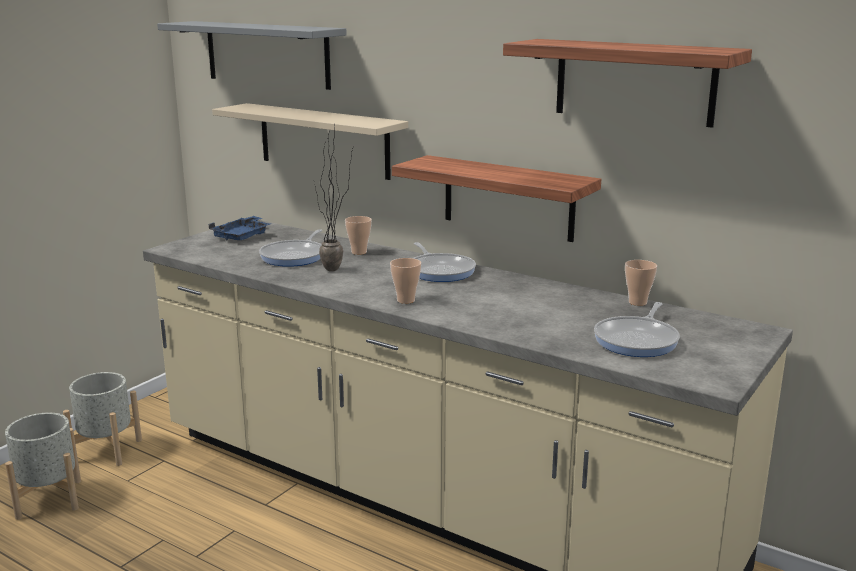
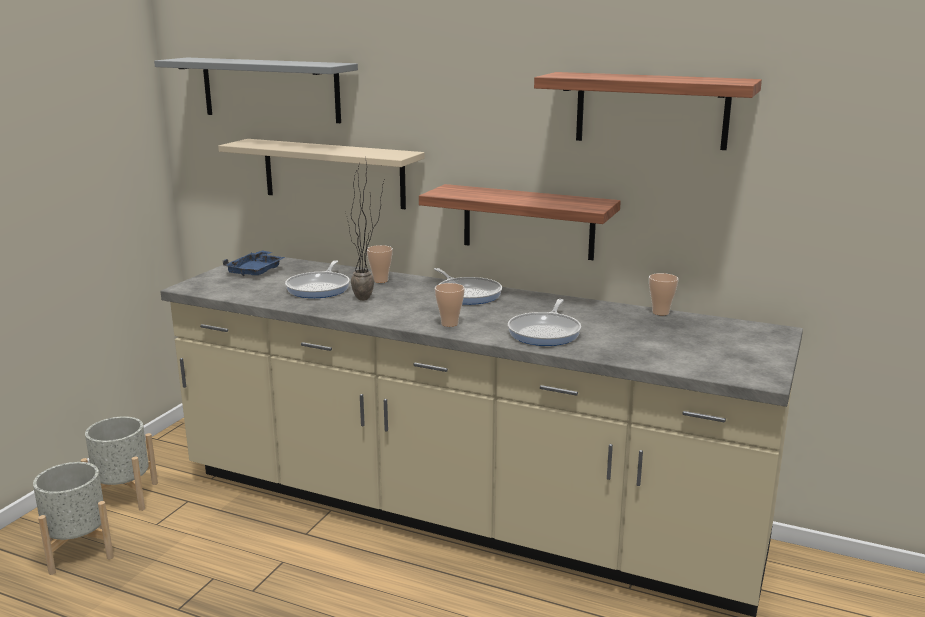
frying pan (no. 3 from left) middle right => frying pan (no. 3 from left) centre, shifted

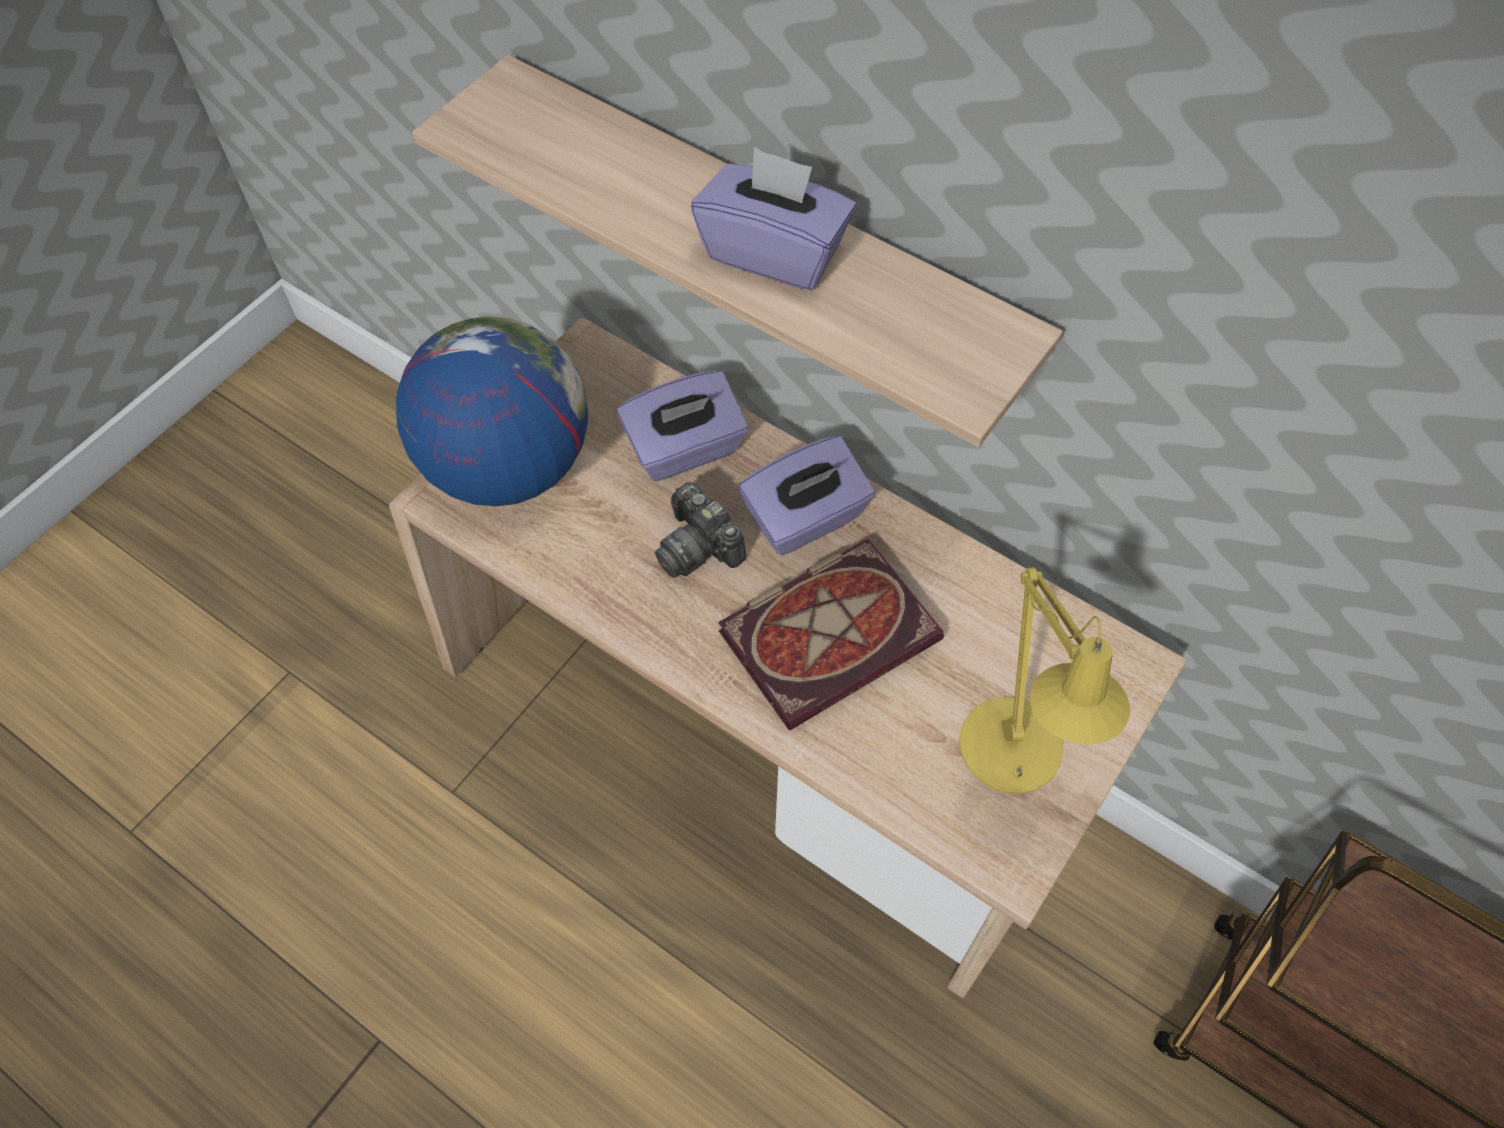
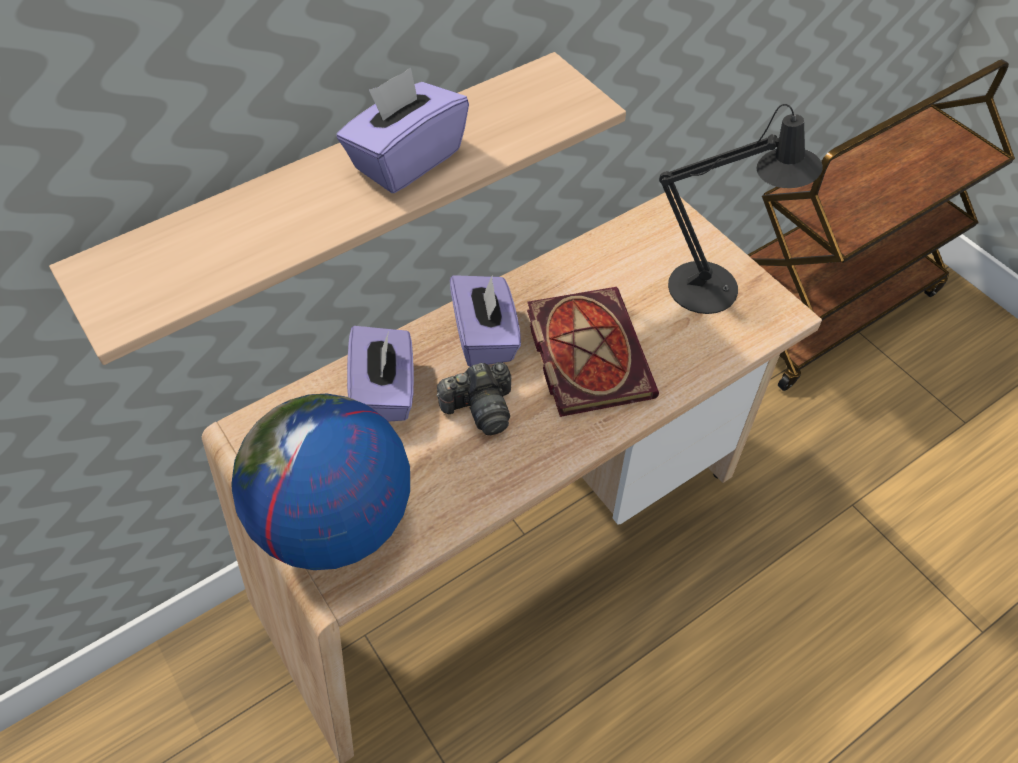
table lamp in yellow-coloured middle right => table lamp in black top right

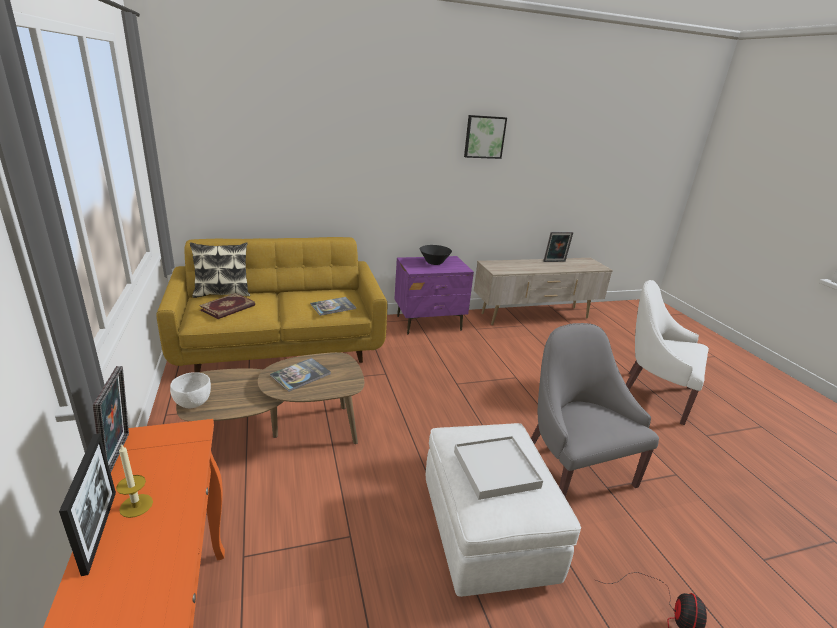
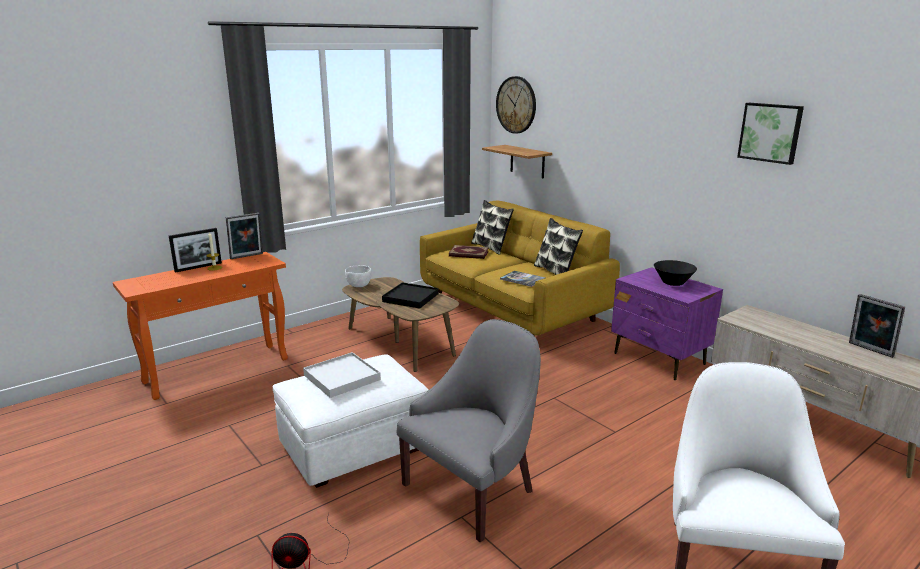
bound book (no. 2 from left) centre => serving tray in black centre
nothing => shelf top centre
nothing => clock on the wall top centre
nothing => pillow (no. 2 from left) centre

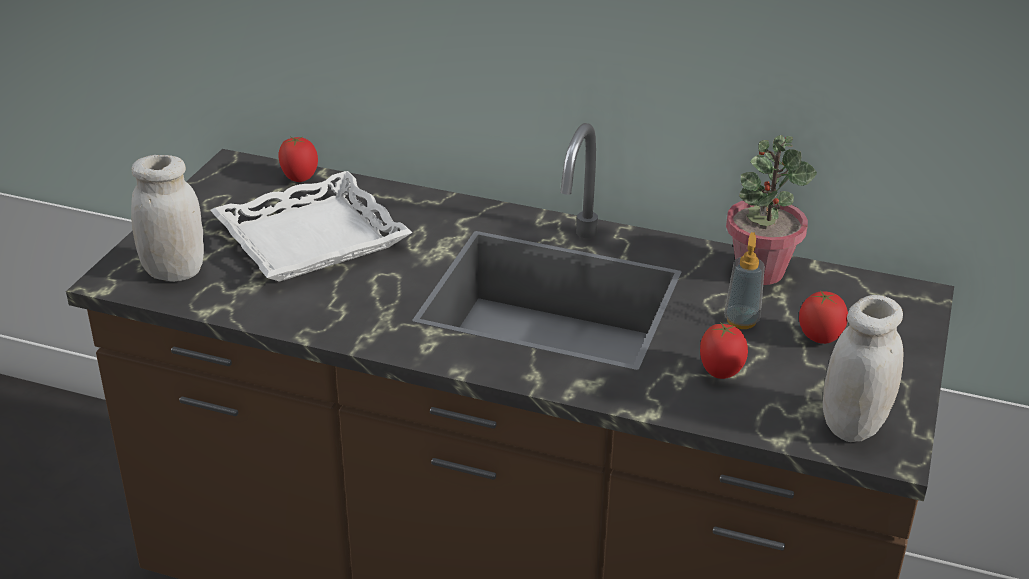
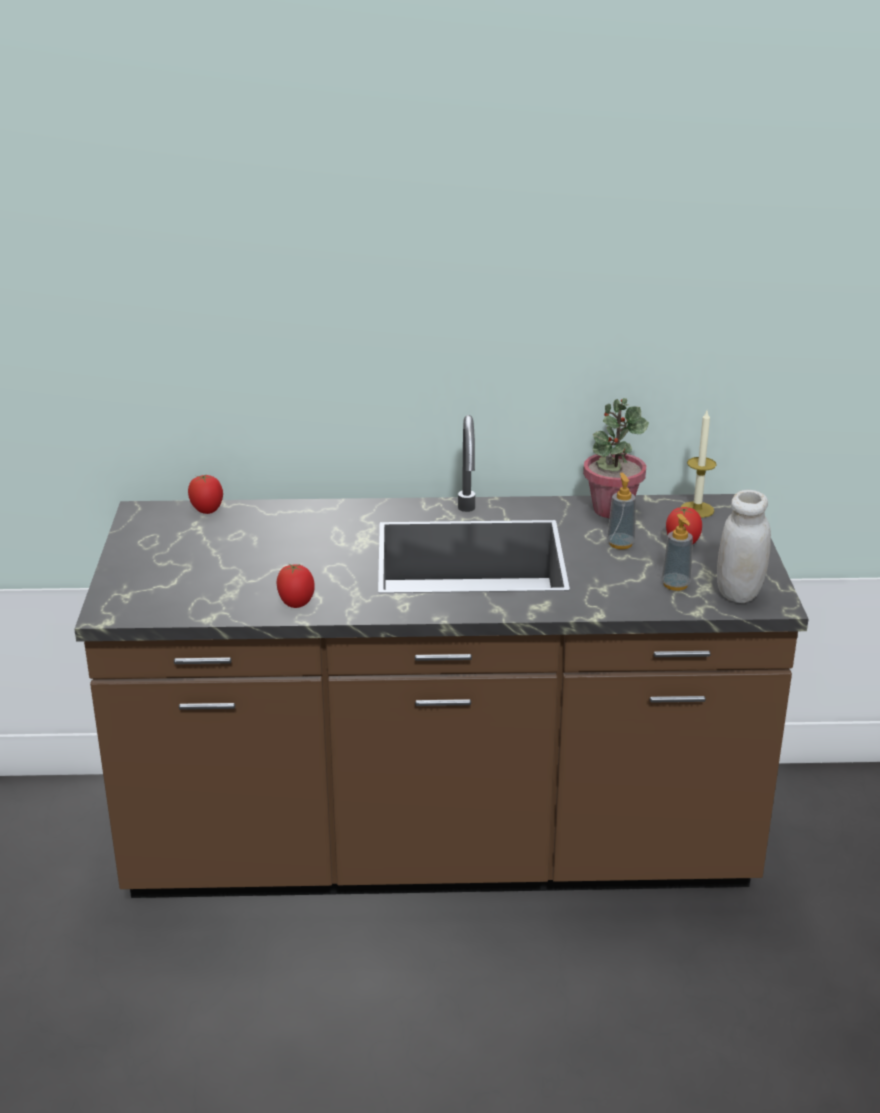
whole tomato (no. 2 from left) middle right => whole tomato (no. 2 from left) centre, shifted
nothing => liquid soap bottle (no. 2 from left) middle right
nothing => candle middle right
storage jar in white (no. 1 from left) middle left => nothing
serving tray in white middle left => nothing

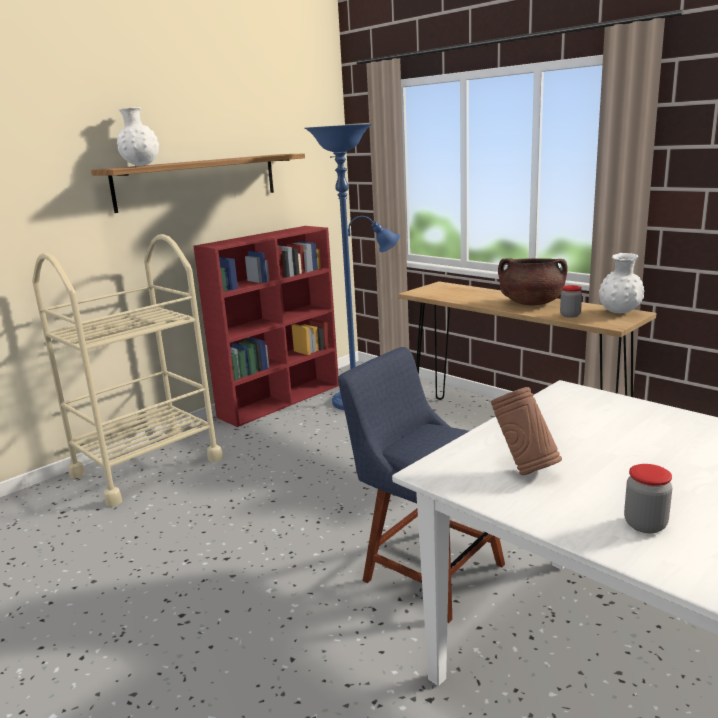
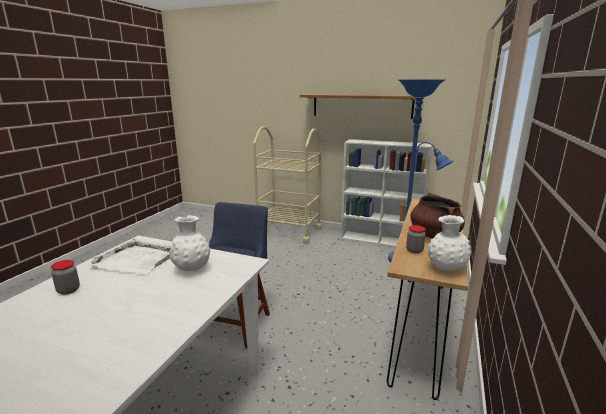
decorative vase in brownish middle right => serving tray in white middle left
decorative vase in white (no. 1 from left) top left => decorative vase in white (no. 1 from left) middle left, shifted
bookcase in reddish centre => bookcase in white centre

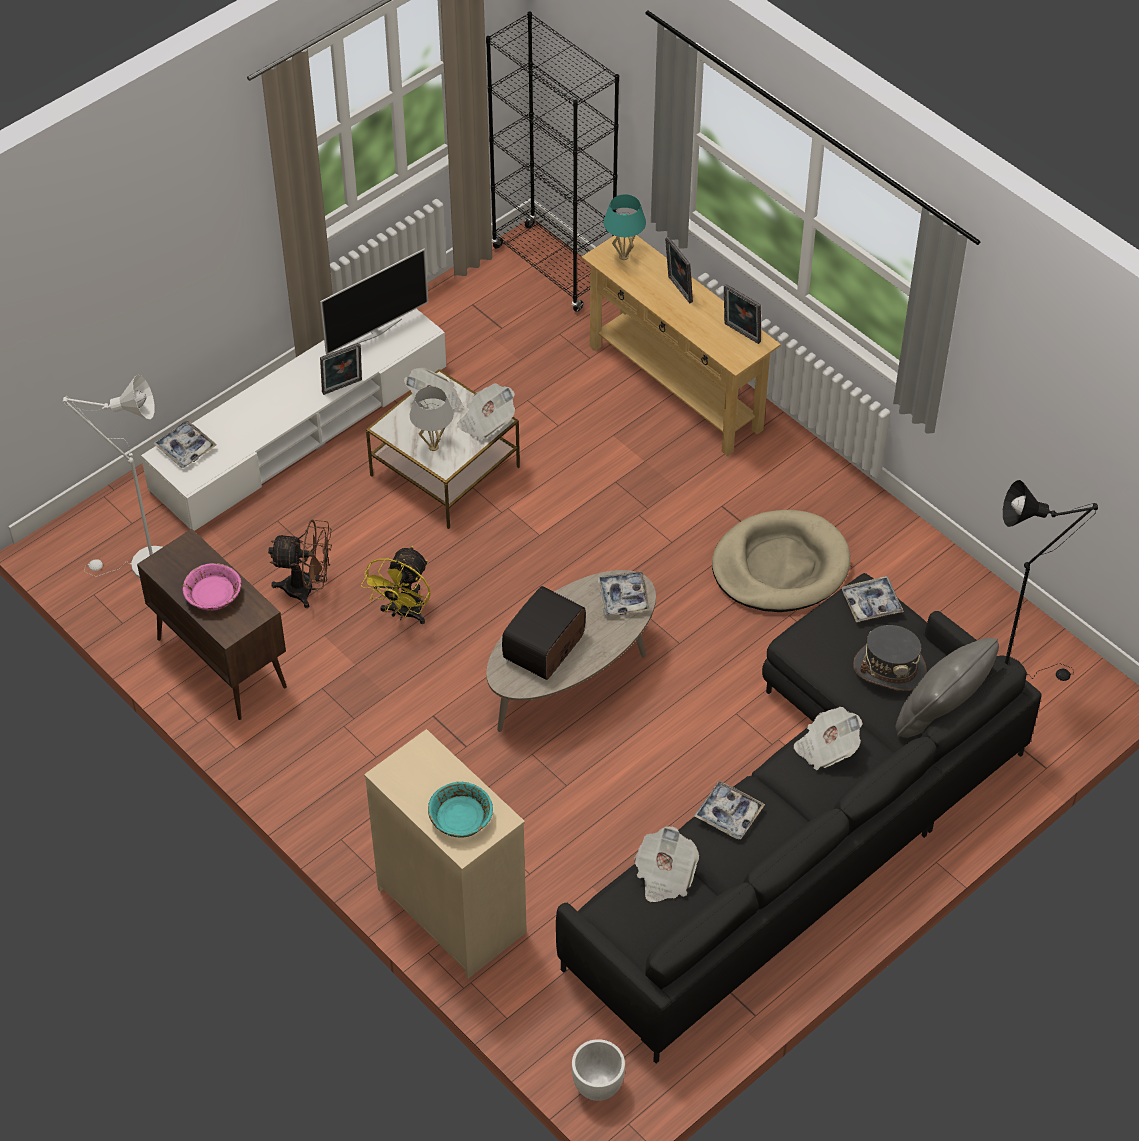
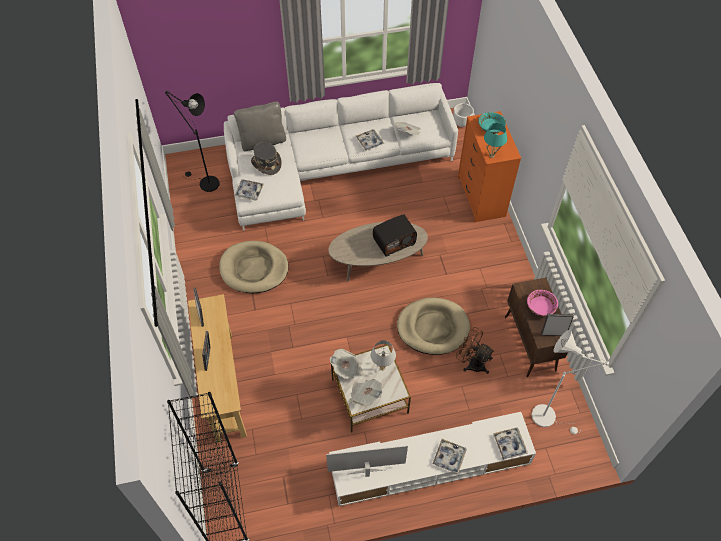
sofa in black bottom right => sofa in white top centre
cooling fan in yellow-coloured centre => dog cushion in beige (no. 2 from left) centre
serving tray (no. 2 from left in the first image) centre => serving tray (no. 3 from left) bottom centre, shifted
dresser in beige bottom centre => dresser in orange-coloured top right
table lamp in turquoise-coloured top centre => table lamp in turquoise-coloured top right, shifted
picture frame (no. 1 from left in the first image) top left => picture frame (no. 3 from left) middle right, shifted
newspaper (no. 4 from left) middle right => nothing

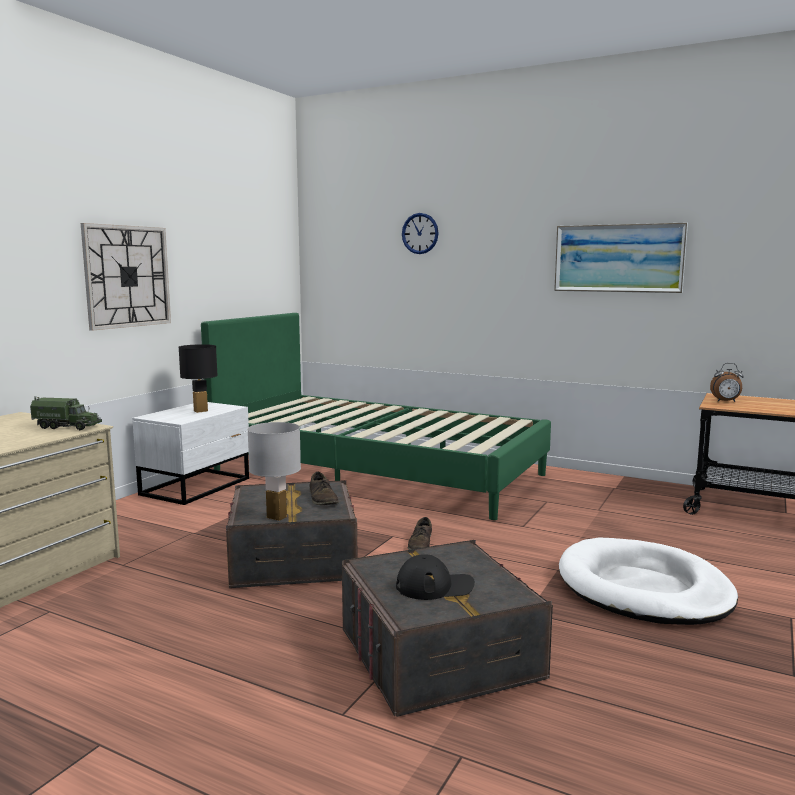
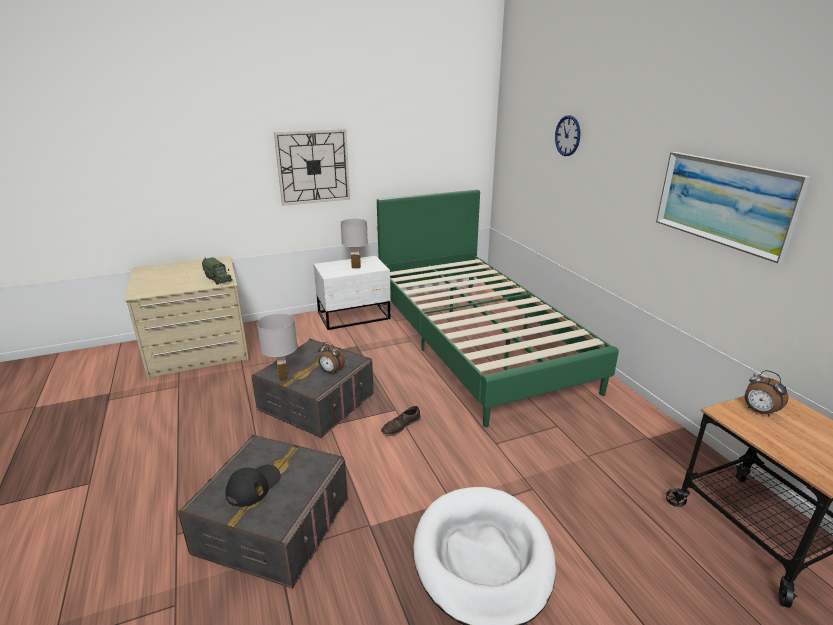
cap in black bottom centre => cap in black bottom left, 90 degrees counterclockwise
low shoe in brownish (no. 1 from left) centre => alarm clock (no. 1 from left) centre
table lamp in black middle left => table lamp in white (no. 2 from left) centre

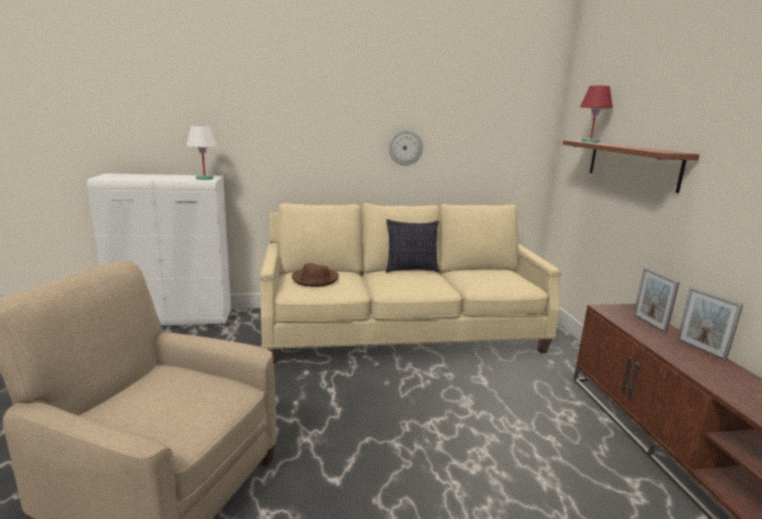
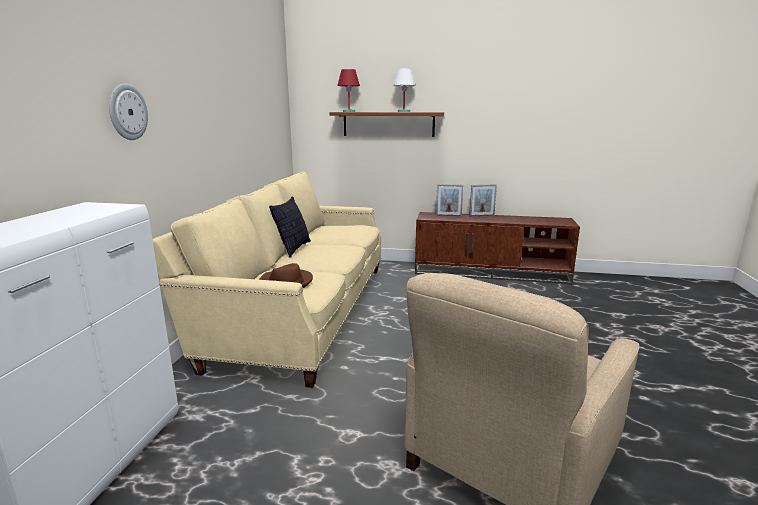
clock on the wall top centre => clock on the wall top left, shifted
table lamp in white top left => table lamp in white top centre, shifted

